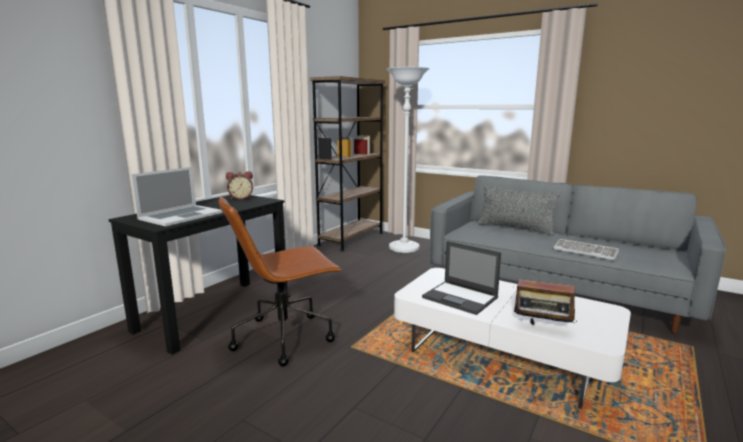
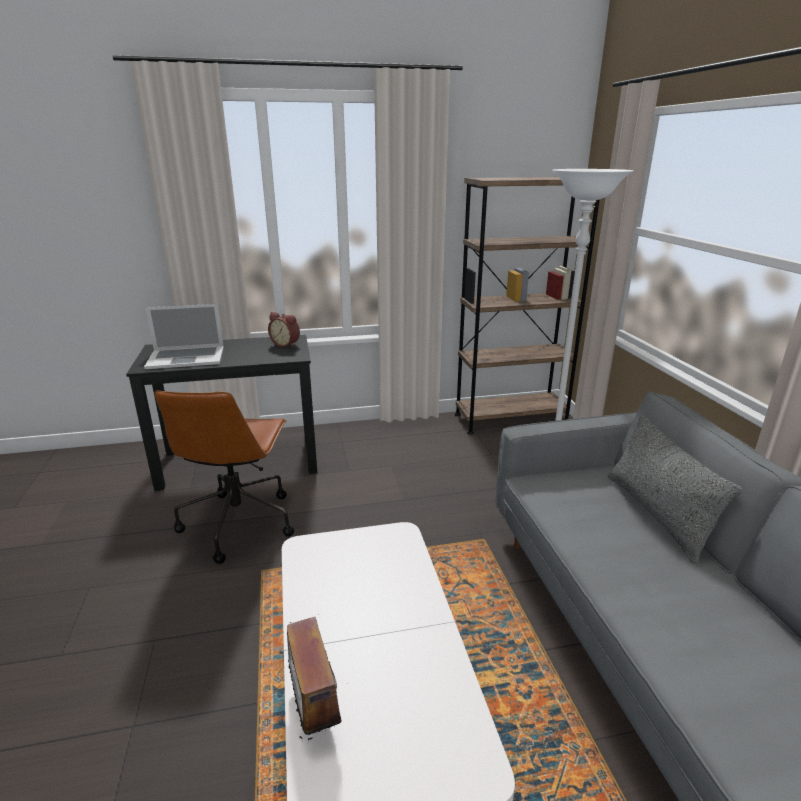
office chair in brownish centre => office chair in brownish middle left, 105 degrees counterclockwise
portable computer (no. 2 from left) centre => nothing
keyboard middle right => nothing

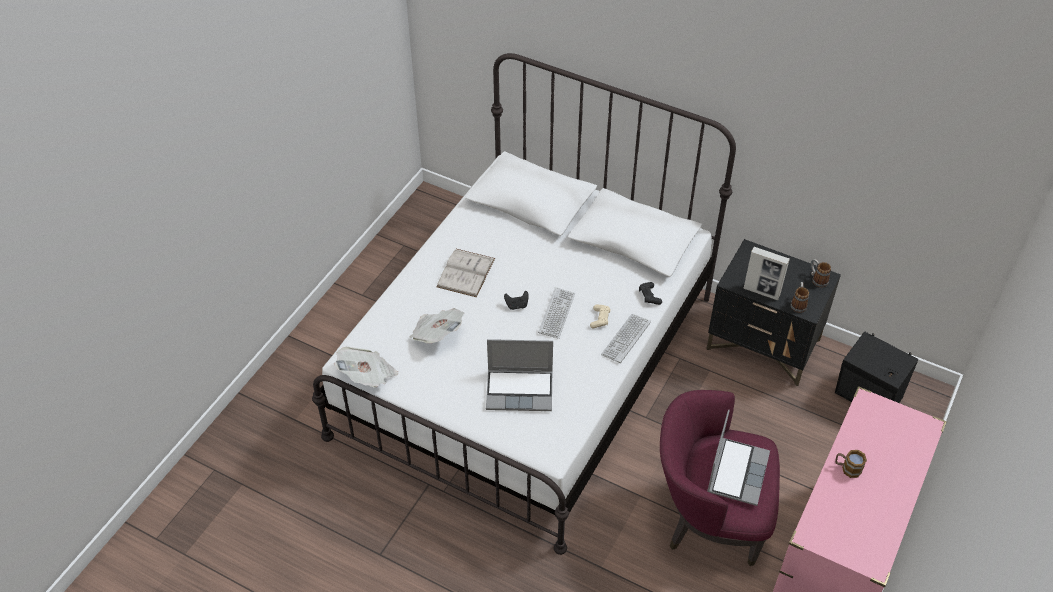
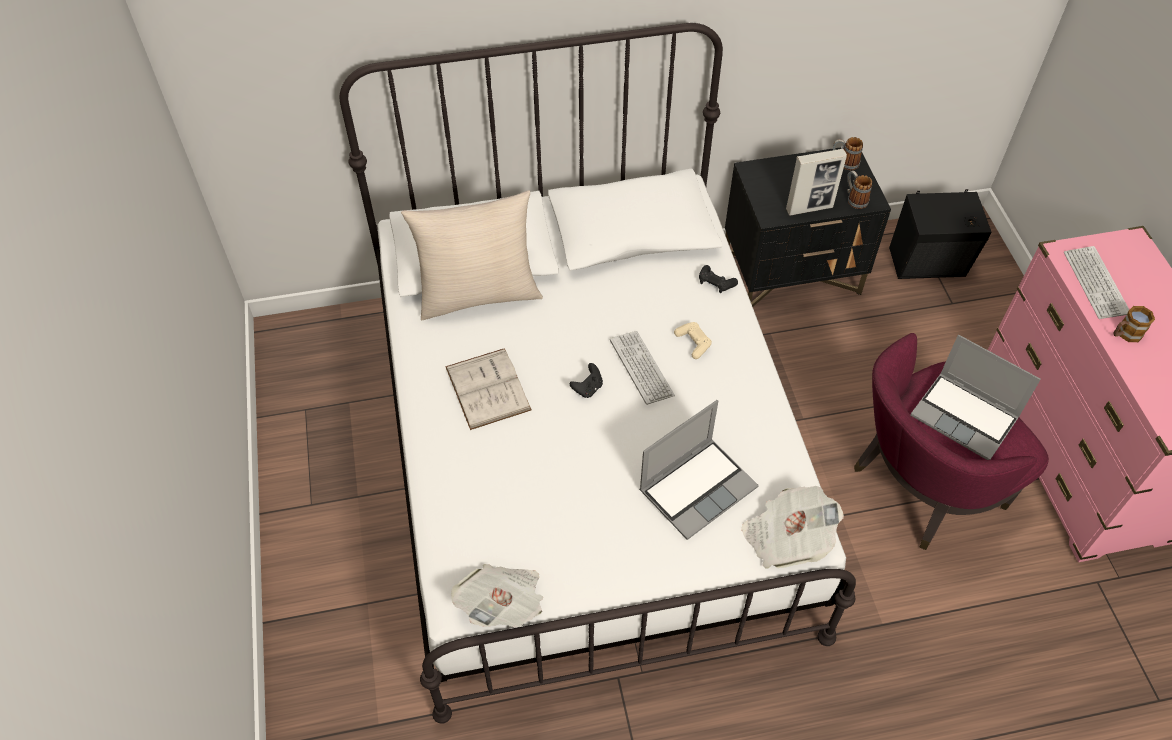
nothing => pillow in beige centre
newspaper (no. 2 from left) centre => newspaper (no. 2 from left) bottom right, shifted
portable computer (no. 2 from left) bottom right => portable computer (no. 2 from left) middle right, 150 degrees clockwise
keyboard (no. 2 from left) centre => keyboard (no. 2 from left) middle right, shifted

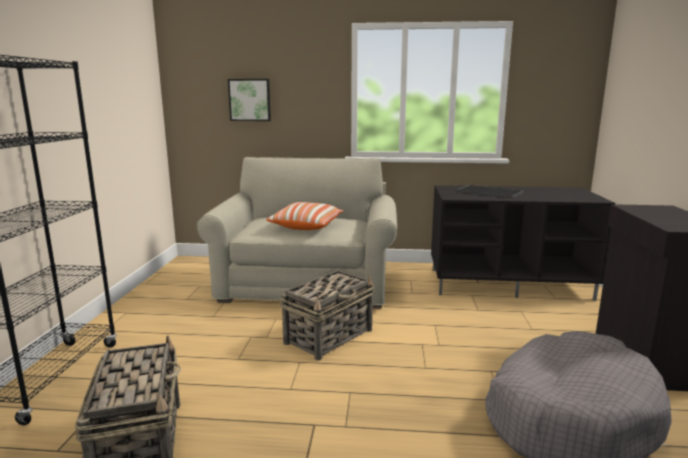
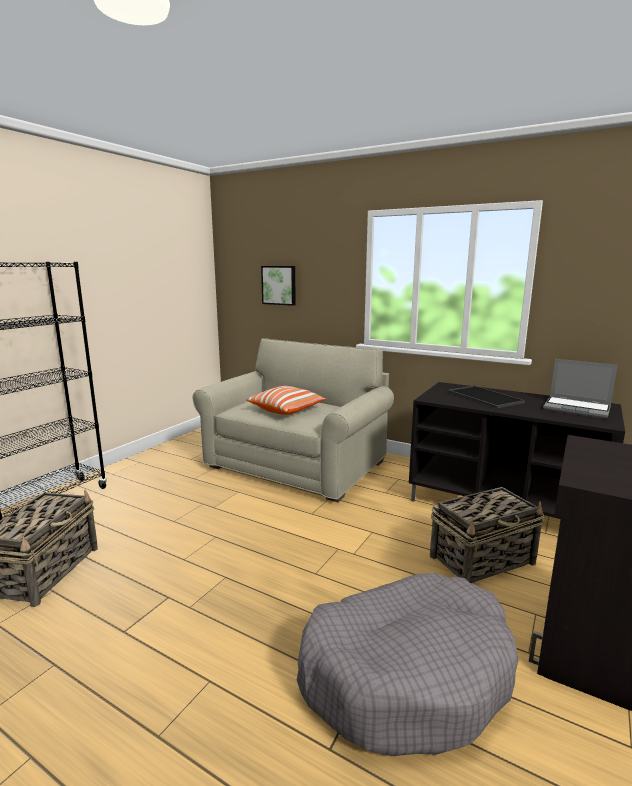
basket (no. 2 from left) bottom centre => basket (no. 2 from left) bottom right, shifted
nothing => portable computer middle right

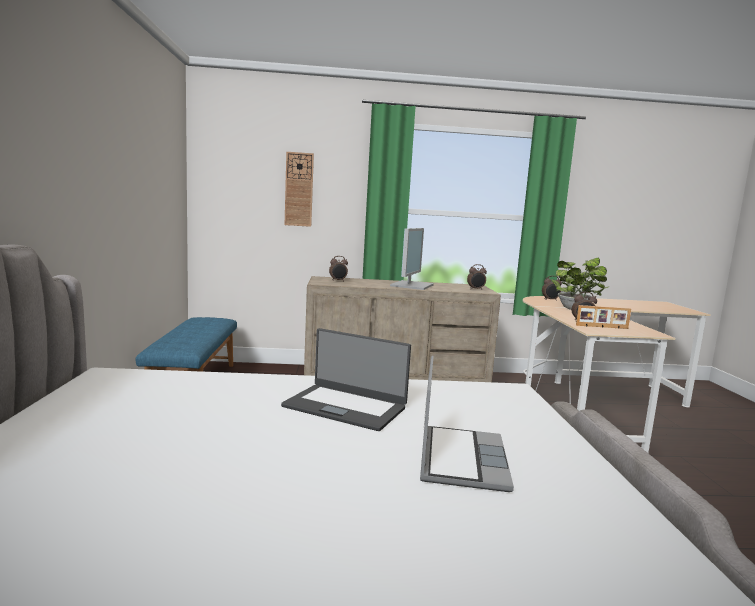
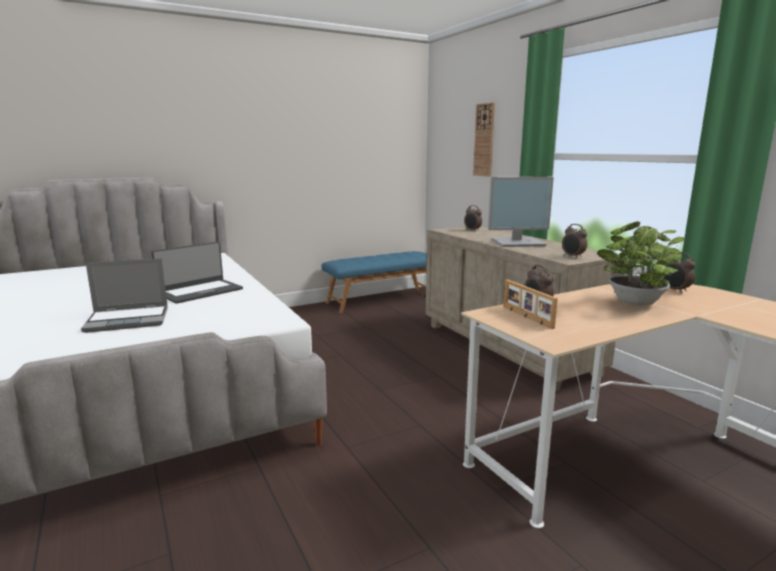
portable computer (no. 1 from left in the first image) centre => portable computer (no. 2 from left) middle left, 135 degrees counterclockwise

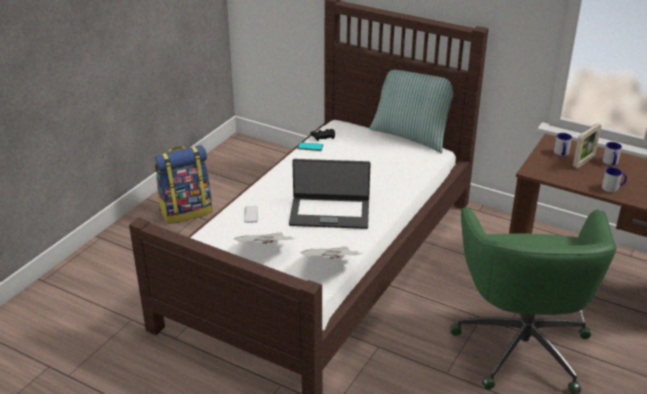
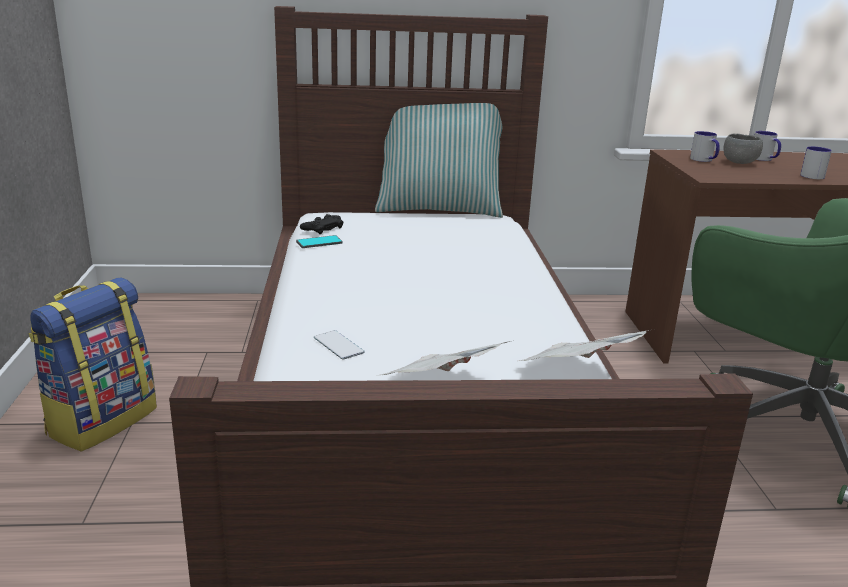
picture frame middle right => deep dish in grey top right
portable computer centre => nothing

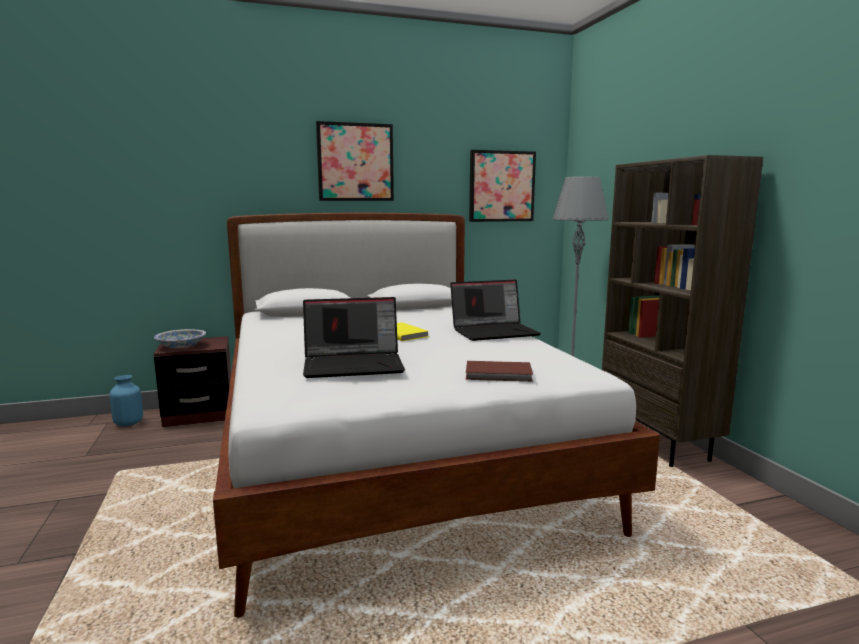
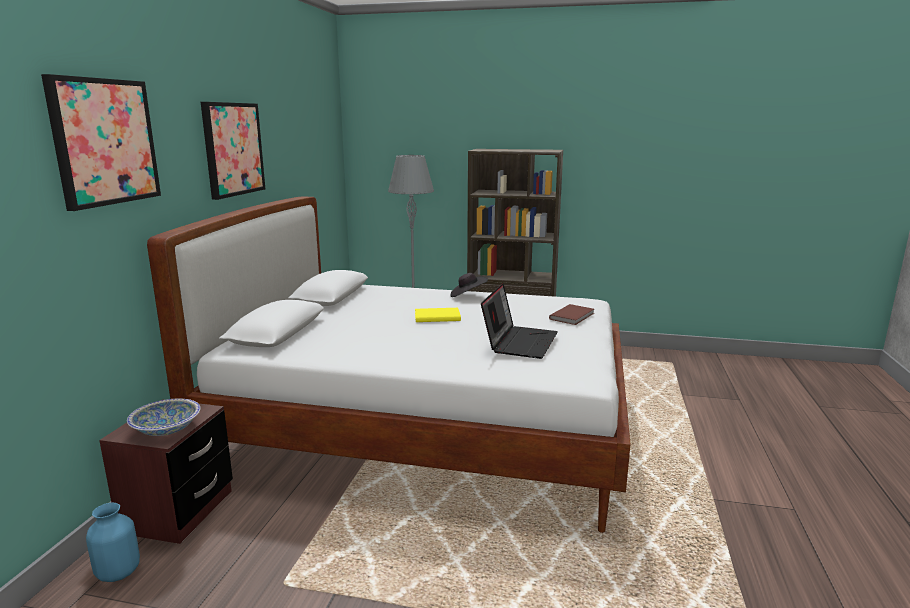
picture (no. 2 from left in the first image) top centre => picture (no. 1 from left) top left, shifted
portable computer (no. 2 from left) centre => clothing hat in black centre

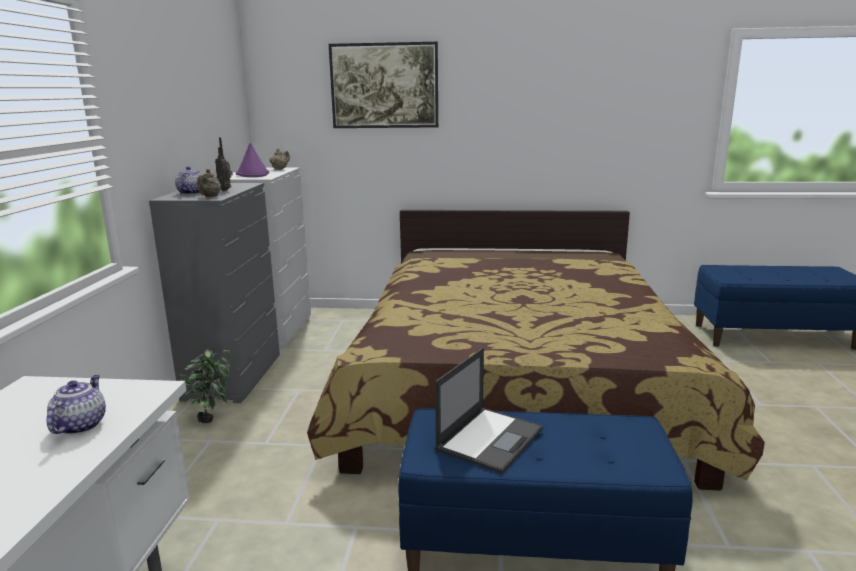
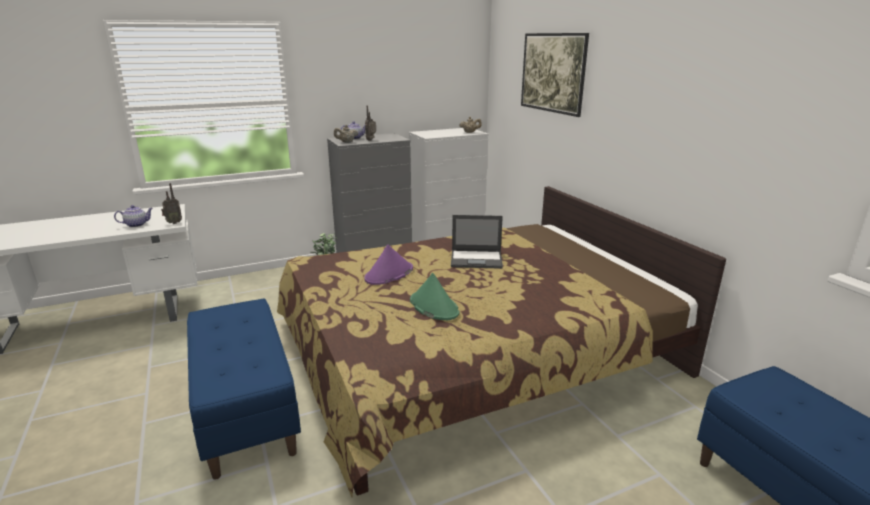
nothing => radio receiver (no. 1 from left) middle left
clothing hat in purple top left => clothing hat in purple centre, shifted
nothing => clothing hat in green-coloured centre
portable computer bottom centre => portable computer centre, shifted

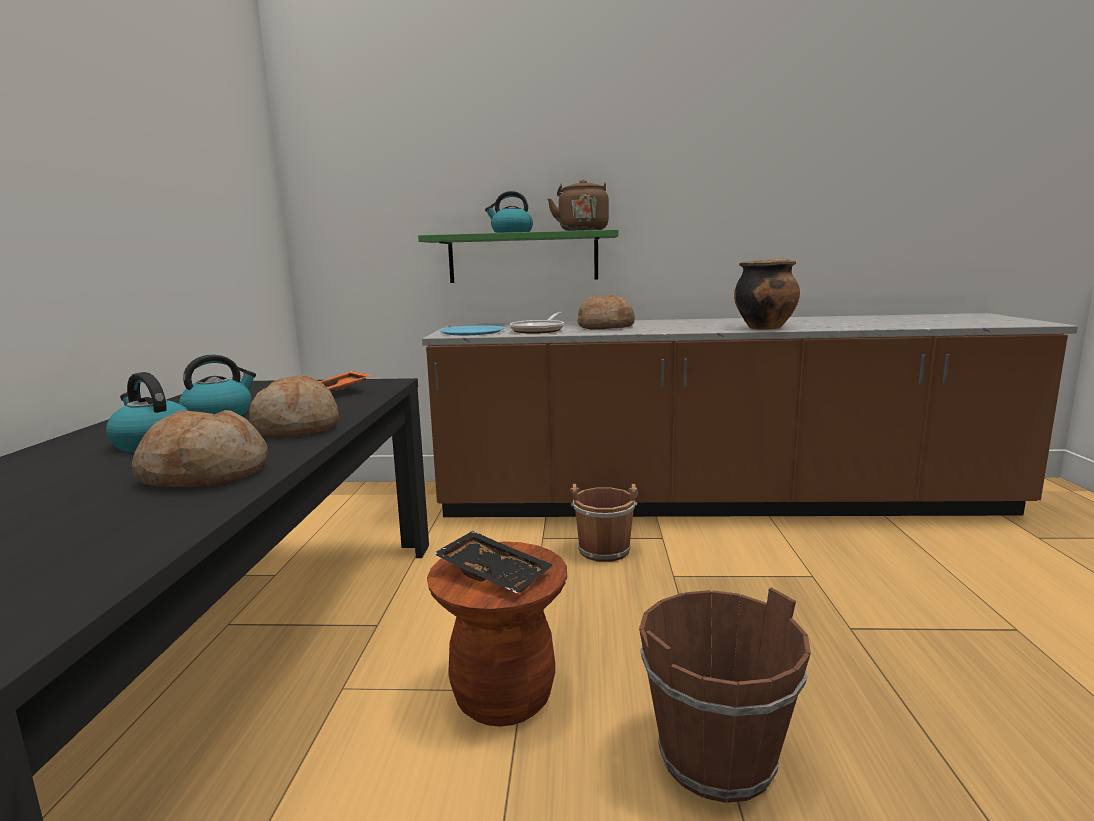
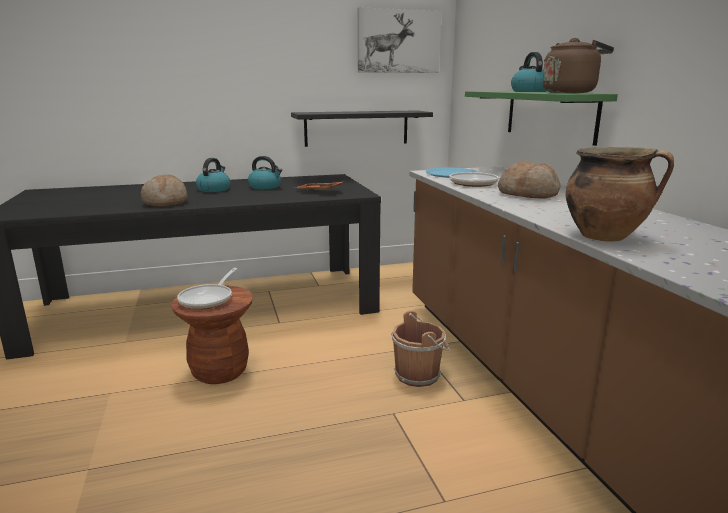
serving tray in black bottom centre => frying pan (no. 1 from left) middle left
nothing => shelf in black top centre
nothing => picture top centre
bread (no. 2 from left) middle left => nothing
bucket in brownish (no. 2 from left) bottom centre => nothing

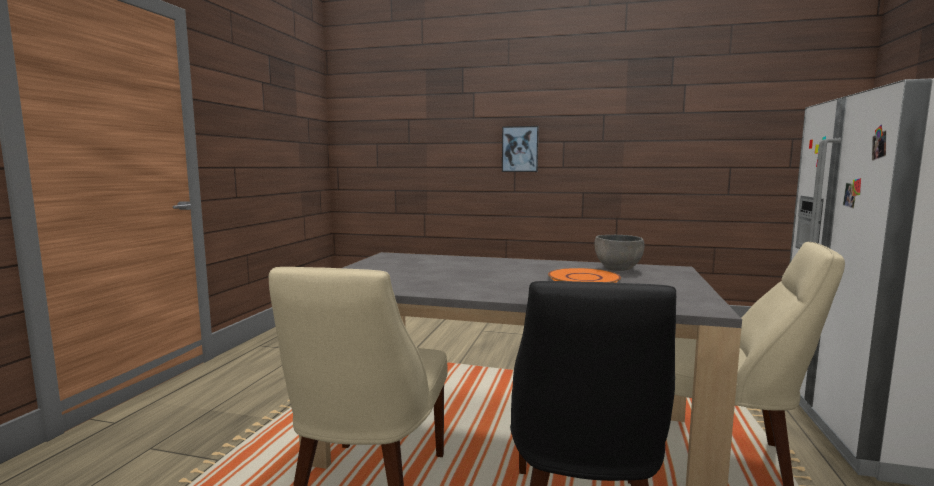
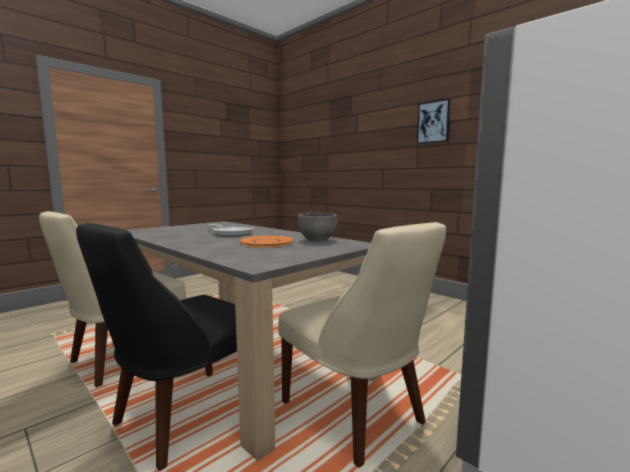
nothing => frying pan centre
picture top centre => picture top right, shifted

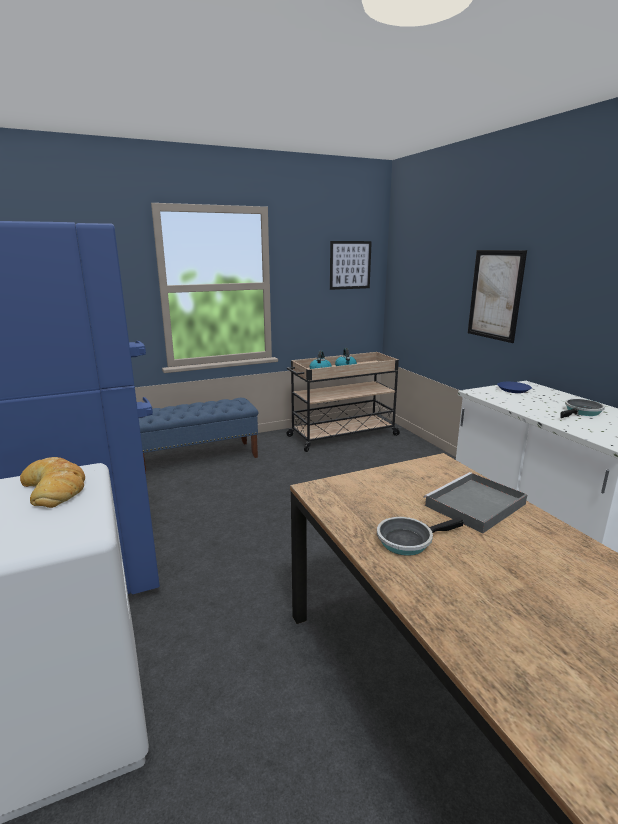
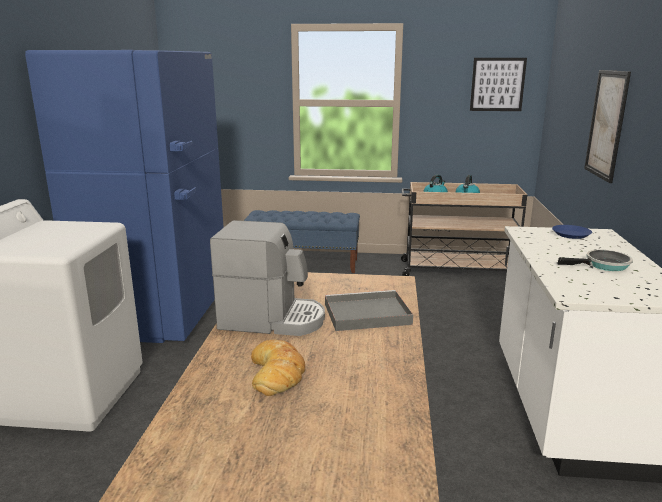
frying pan (no. 1 from left) middle right => coffee maker centre
bread middle left => bread bottom centre, shifted

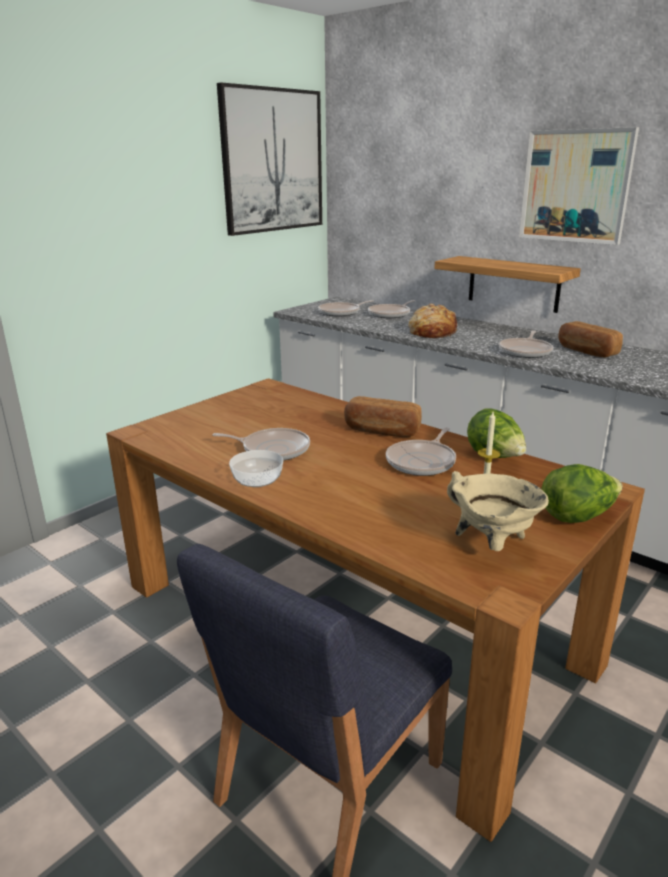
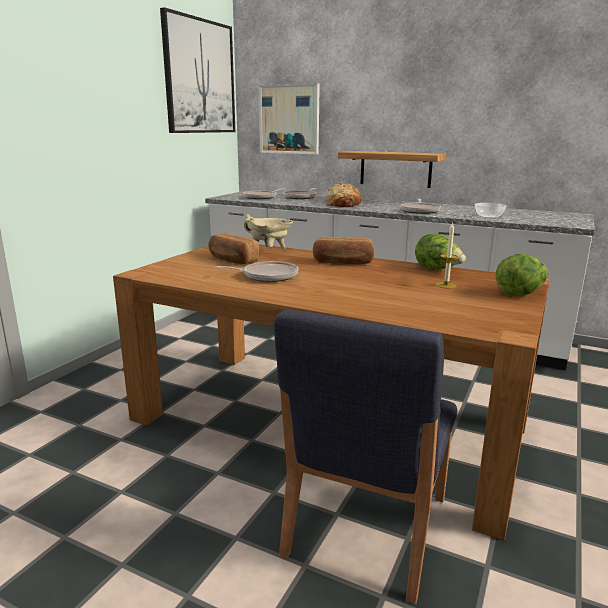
bread (no. 3 from left in the first image) middle right => bread (no. 1 from left) centre, shifted
cooking pot in beige middle right => cooking pot in beige centre, shifted
picture (no. 2 from left) top right => picture (no. 2 from left) top centre, shifted
deep dish centre => deep dish middle right, shifted
frying pan (no. 4 from left) centre => nothing

